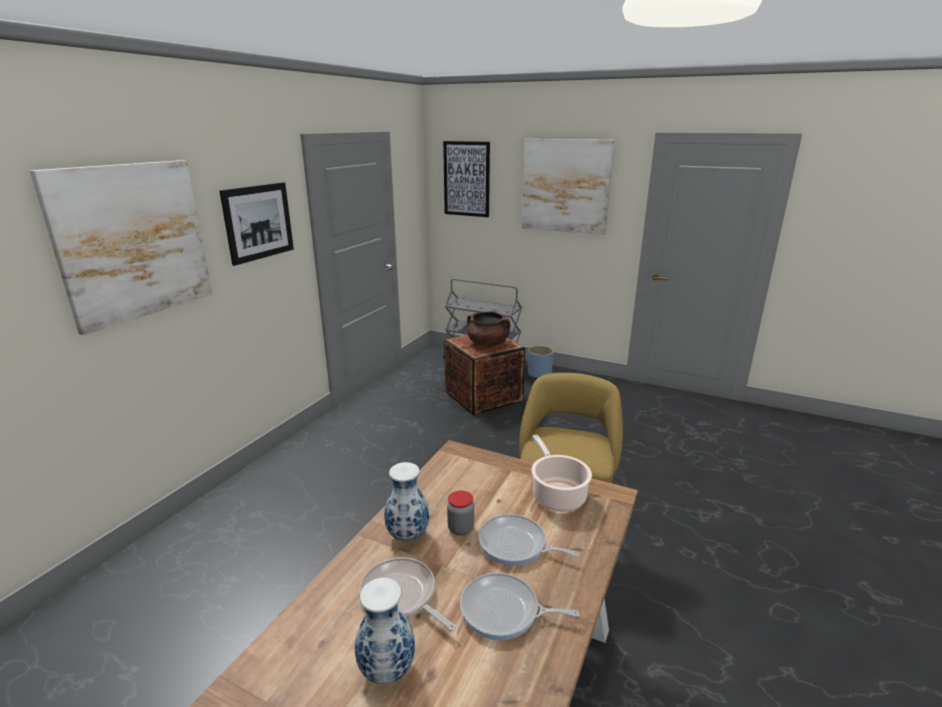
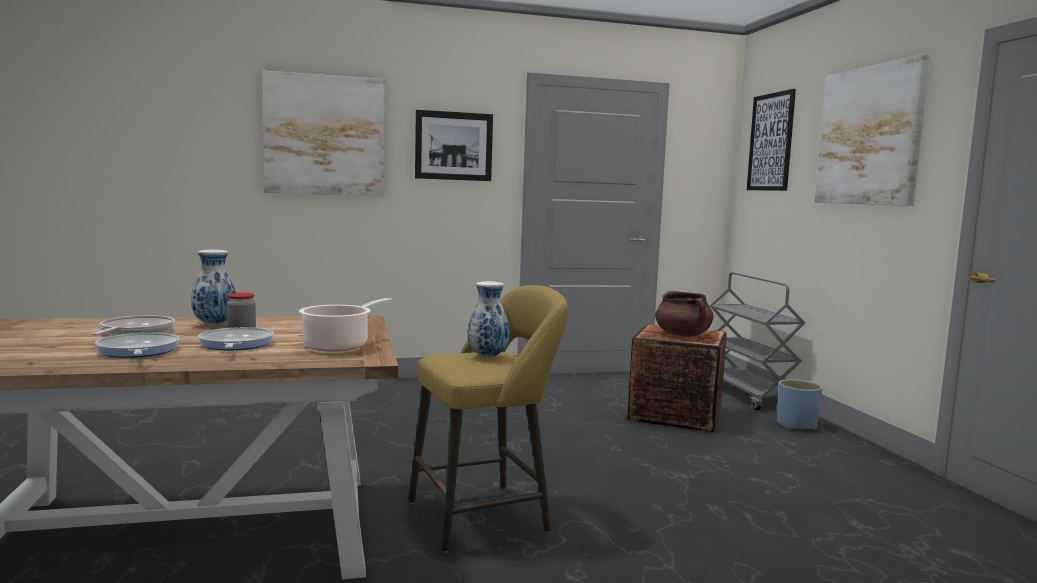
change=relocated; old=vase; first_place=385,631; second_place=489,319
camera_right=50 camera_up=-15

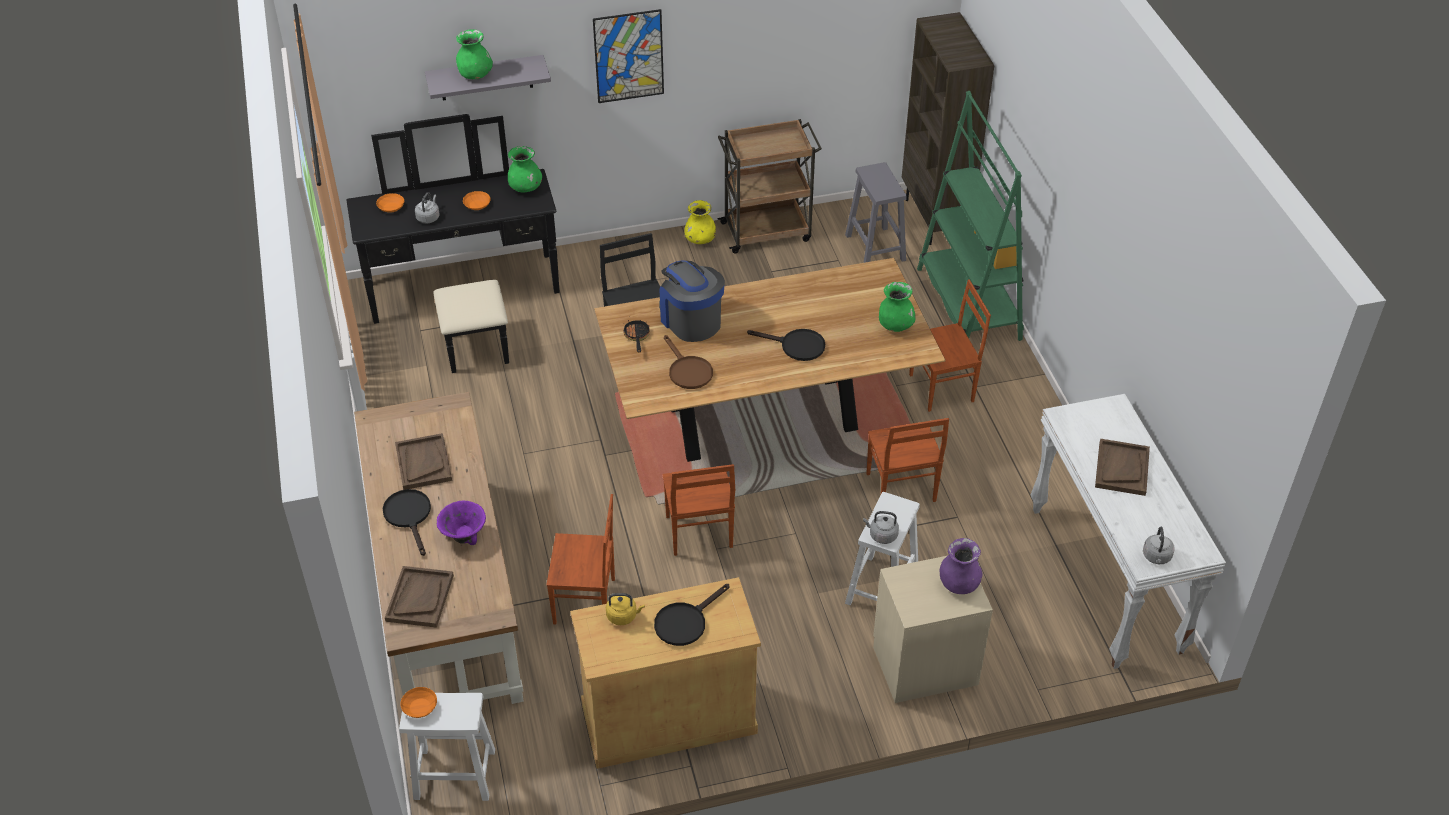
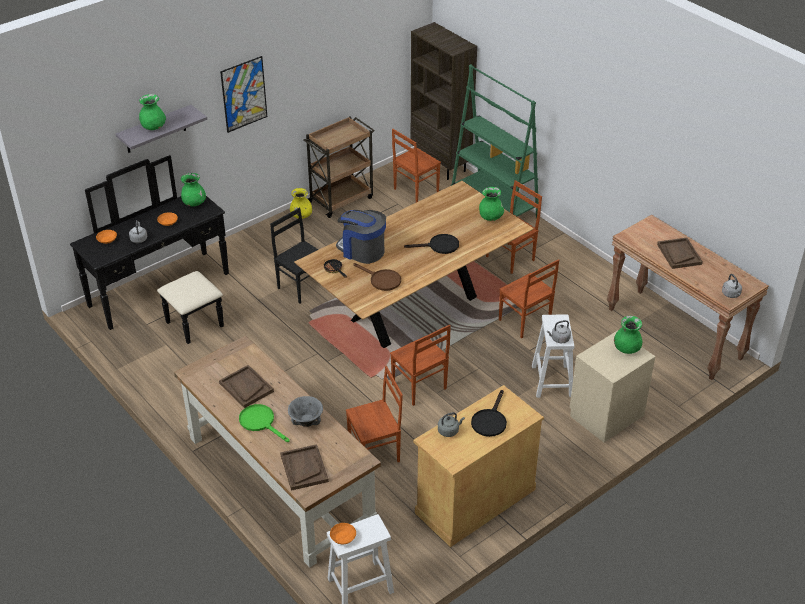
change=colour; old=frying pan/black; new=frying pan/green; first_place=407,522; second_place=264,423
change=colour; old=bowl/purple; new=bowl/grey; first_place=461,523; second_place=305,411
change=colour; old=kettle/yellow; new=kettle/grey; first_place=625,609; second_place=451,424
change=exchanged; old=stool/grey; new=chair/brown; first_place=876,212; second_place=416,165
change=colour; old=vase/purple; new=vase/green; first_place=961,566; second_place=628,335
change=colour; old=console table/white; new=console table/brown; first_place=1128,531; second_place=688,297
camera_right=-25 camera_up=-5

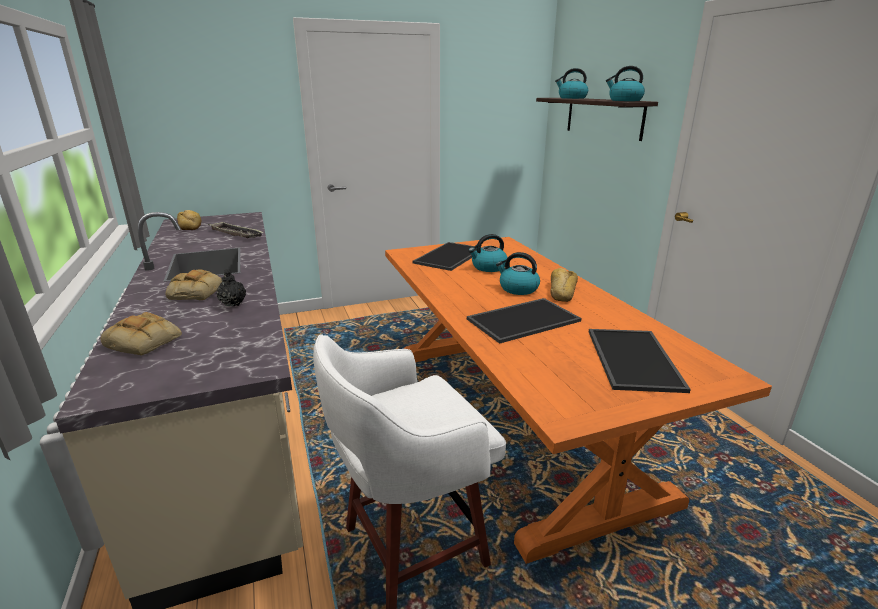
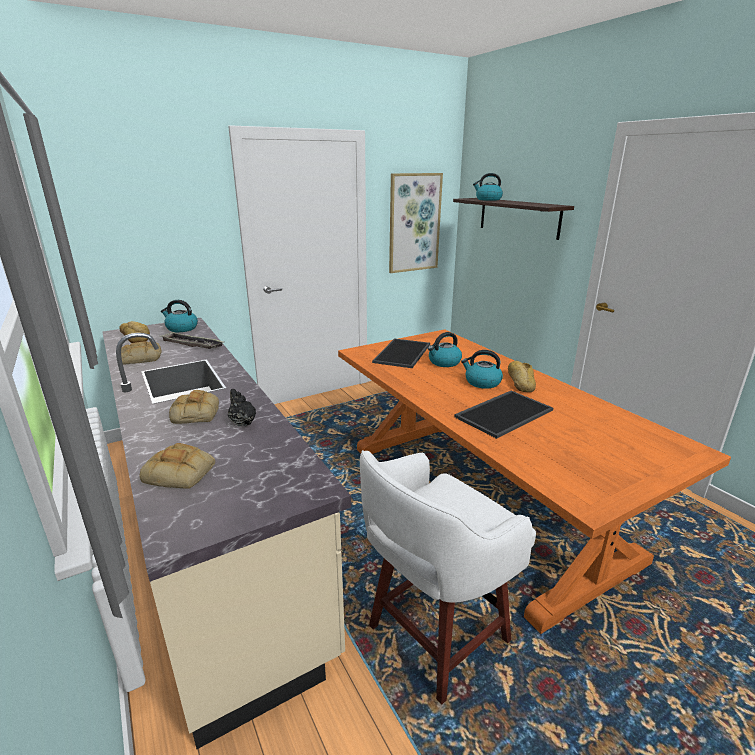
change=missing; old=tray; first_place=640,361
change=relocated; old=kettle; first_place=625,83; second_place=179,316
change=appeared; new=bread; second_place=141,352
change=appeared; new=picture; second_place=416,223
camera_right=-10 camera_up=0

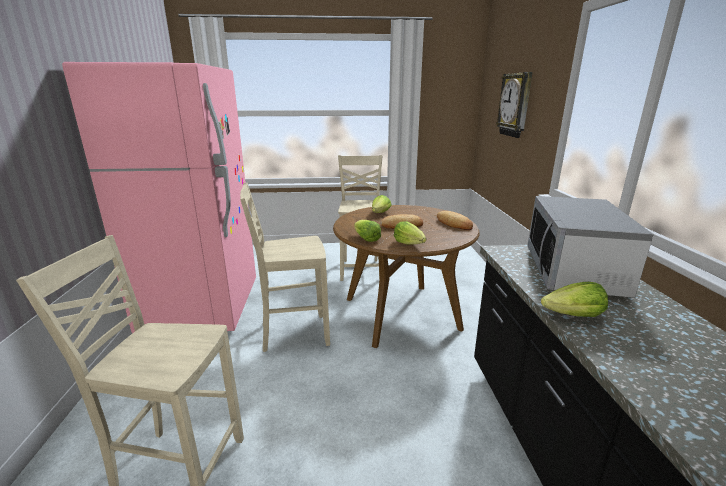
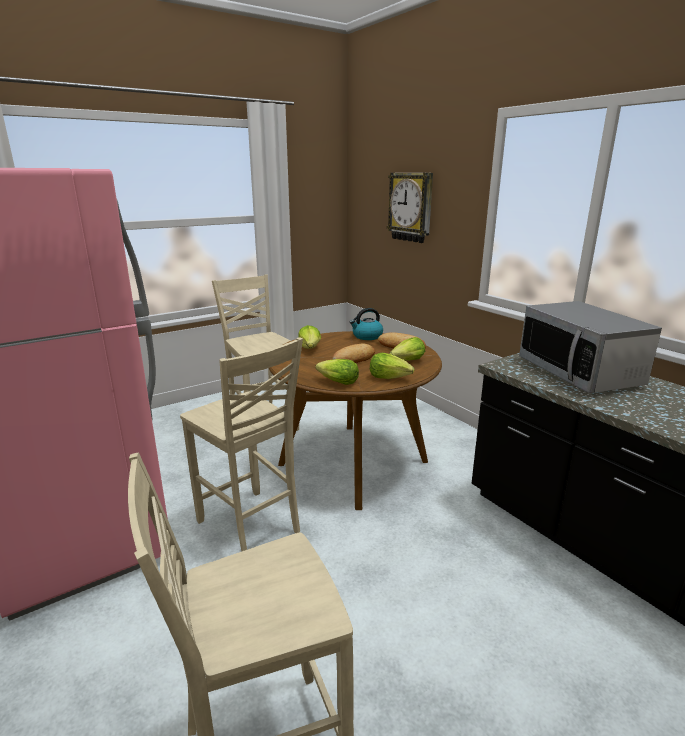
change=spun; old=chair/beige; first_place=285,267; second_place=241,444; degrees=-90
change=relocated; old=lettuce; first_place=574,299; second_place=407,349
change=appeared; new=kettle; second_place=366,324
camera_right=-30 camera_up=0

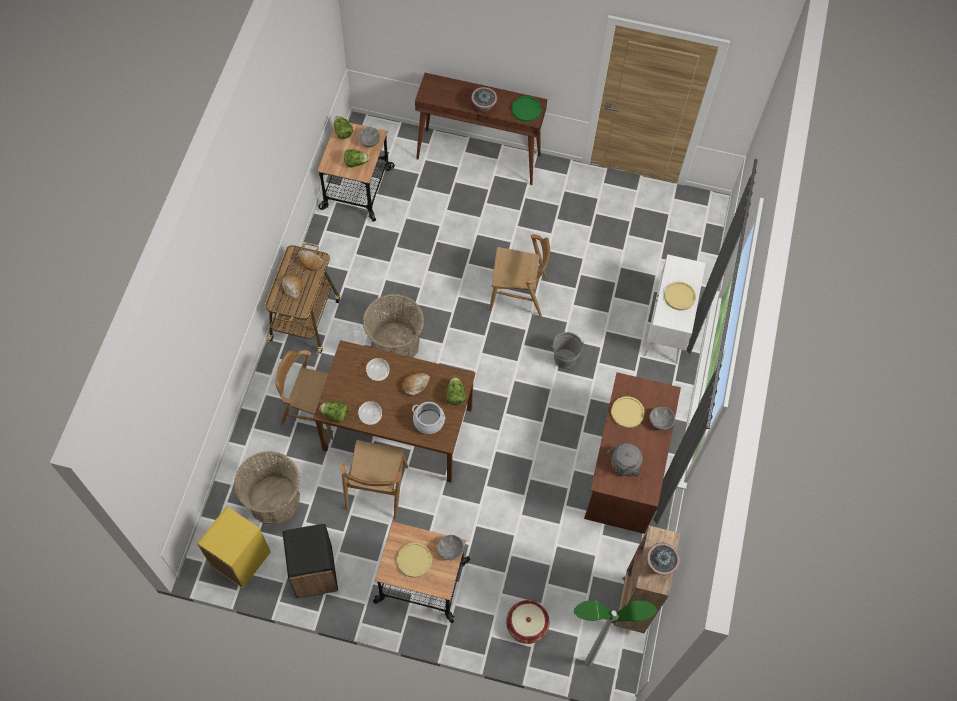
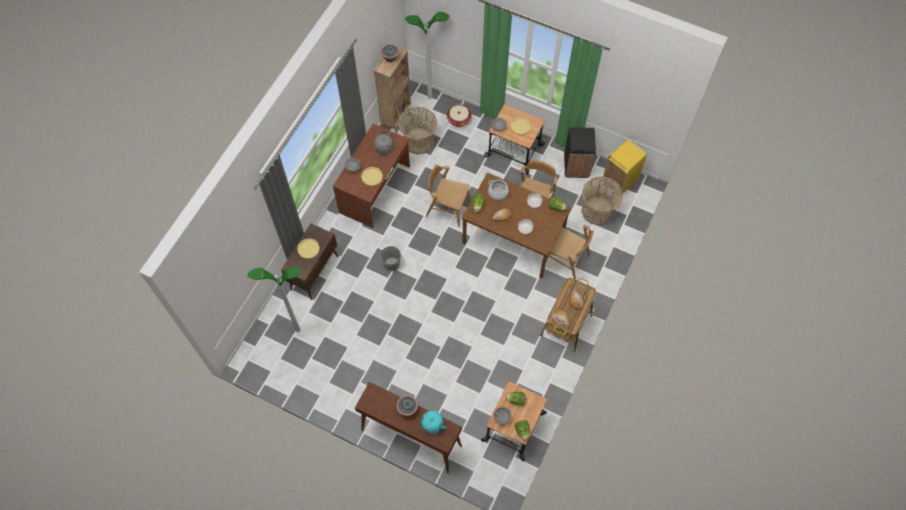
change=relocated; old=basket; first_place=393,326; second_place=417,131
change=relocated; old=chair/brown; first_place=519,275; second_place=448,196
change=missing; old=plate/green; first_place=526,109
change=colour; old=cabinet/white; new=cabinet/brown; first_place=675,309; second_place=309,261
change=appeared; new=floor lamp; second_place=274,299
change=appeared; new=kettle/turquoise; second_place=432,423
camera_right=-165 camera_up=0

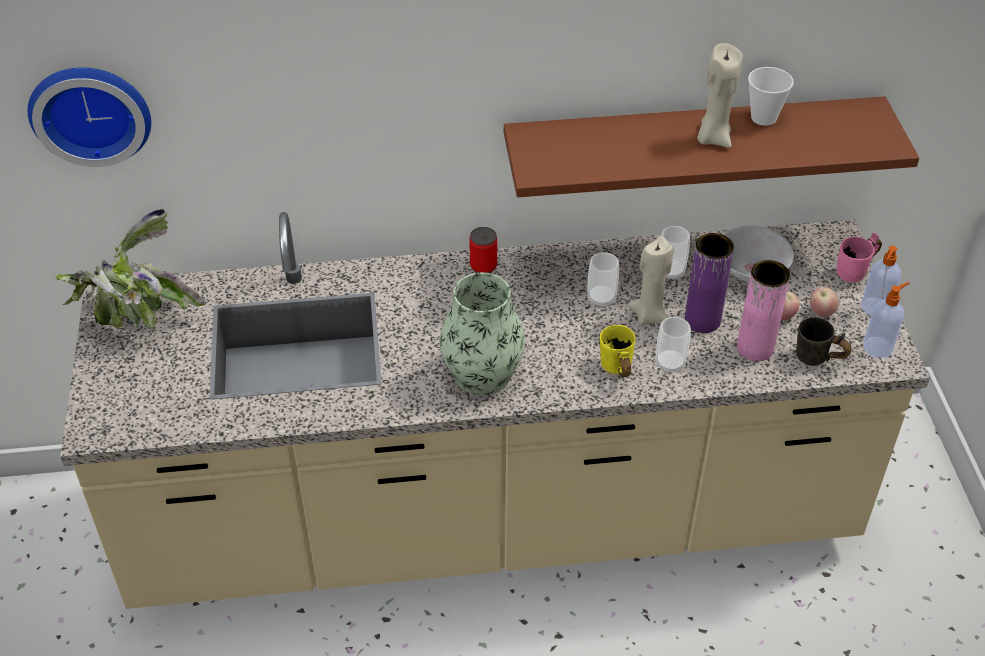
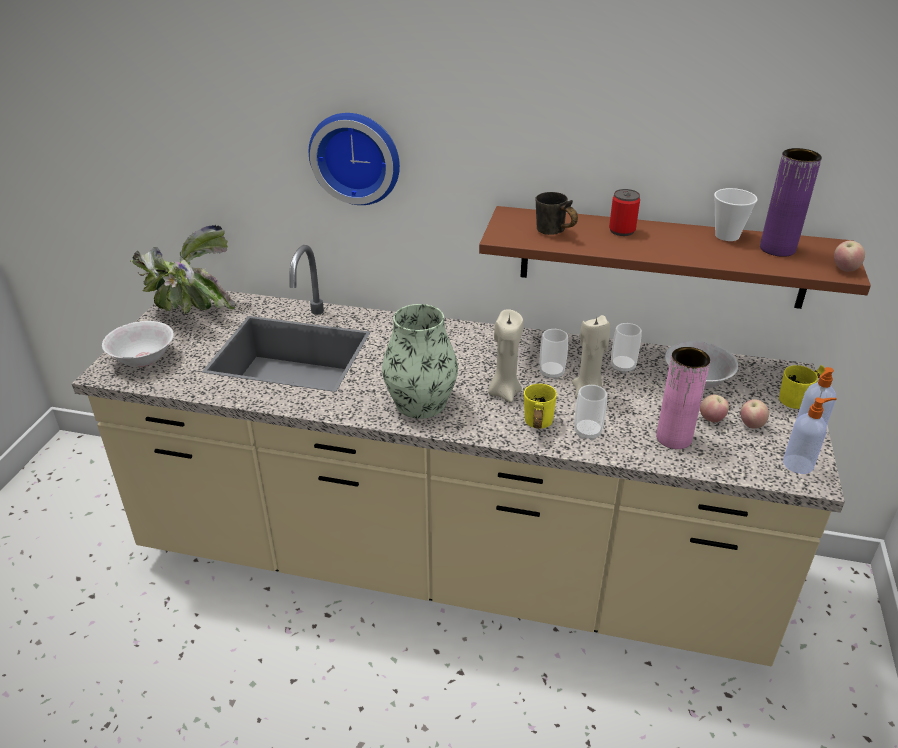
change=relocated; old=wall clock; first_place=89,117; second_place=354,159
change=relocated; old=can; first_place=483,250; second_place=624,212
change=relocated; old=vase/purple; first_place=709,283; second_place=791,202
change=relocated; old=candle/beige; first_place=720,95; second_place=505,356
change=relocated; old=mug/grey; first_place=823,341; second_place=557,213
change=colour; old=mug/pink; new=mug/yellow; first_place=859,257; second_place=802,387
change=appeared; new=bowl/white; second_place=138,344
change=appeared; new=apple; second_place=849,256
camera_right=20 camera_up=-10

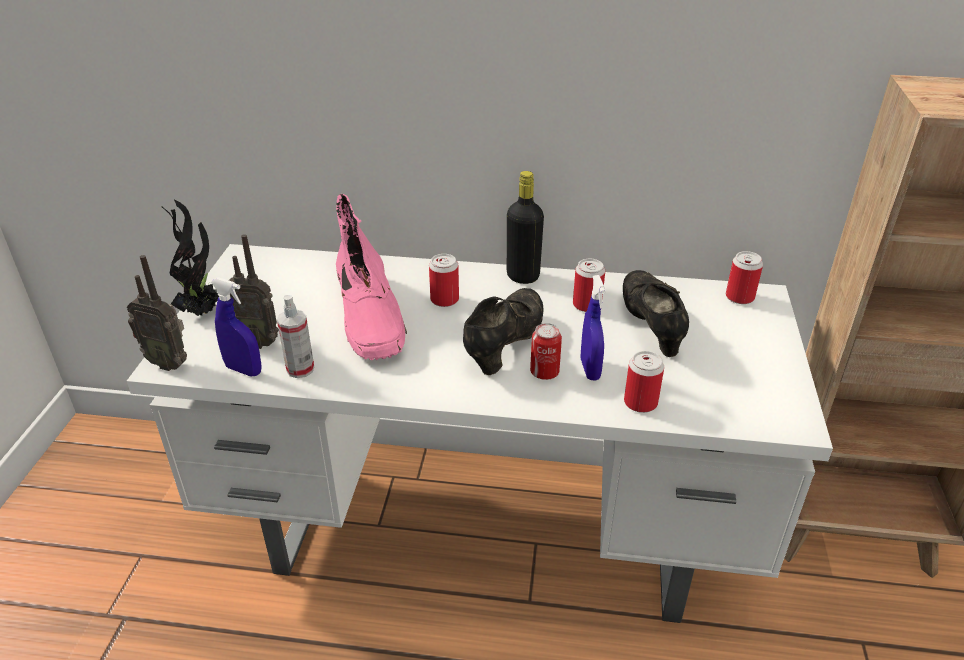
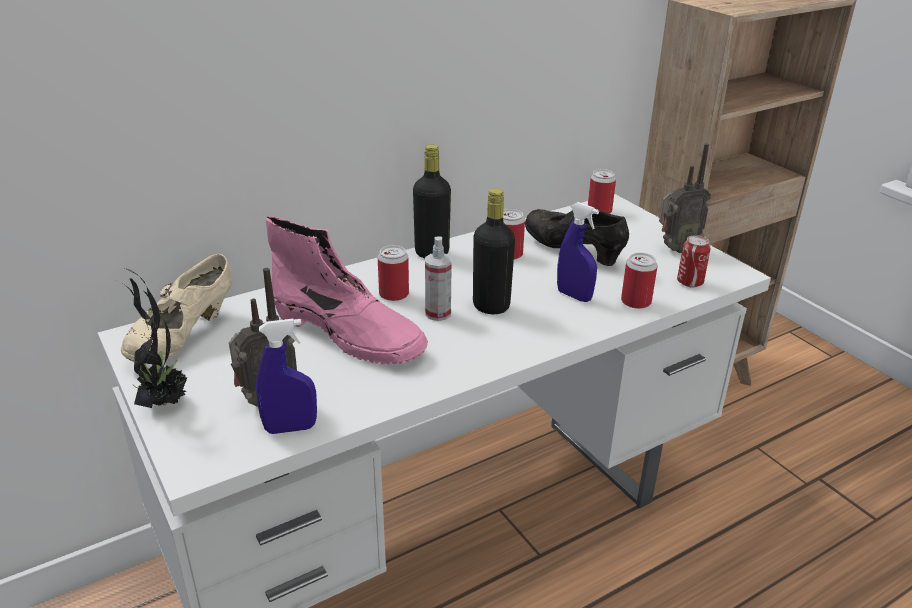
change=relocated; old=radio; first_place=157,313; second_place=685,198
change=relocated; old=spray bottle; first_place=295,336; second_place=438,278
change=exchanged; old=shoe/black; new=bottle/black; first_place=503,331; second_place=494,251
change=relocated; old=can; first_place=546,351; second_place=694,261
change=appeared; new=shoe/beige; second_place=176,307
camera_right=-40 camera_up=-5

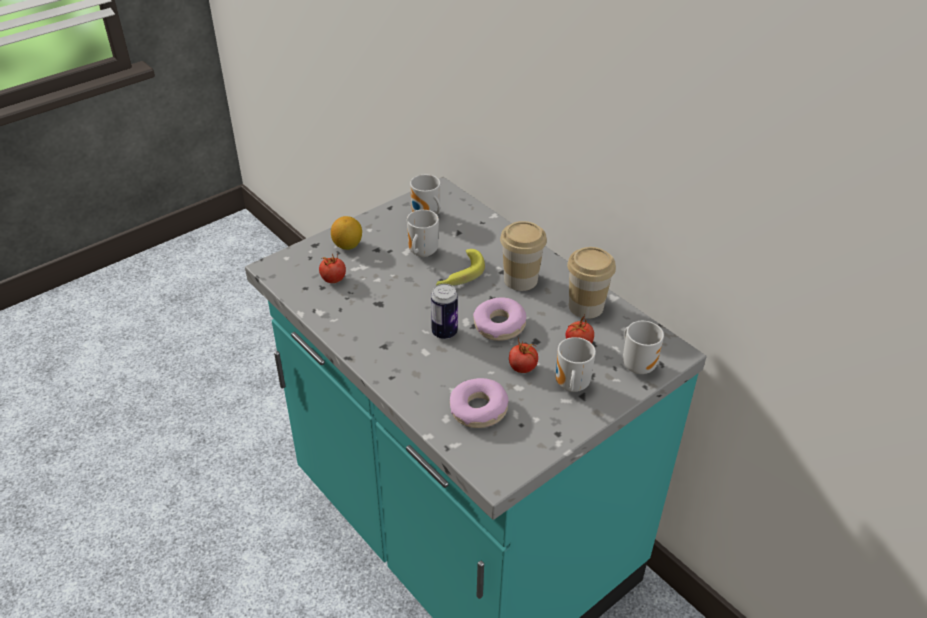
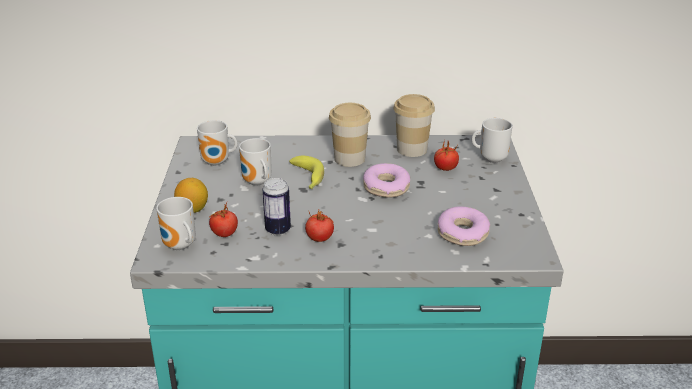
change=relocated; old=can; first_place=444,311; second_place=277,206
change=relocated; old=tomato; first_place=523,355; second_place=319,226
change=relocated; old=mug; first_place=576,364; second_place=176,223
camera_right=-50 camera_up=-10

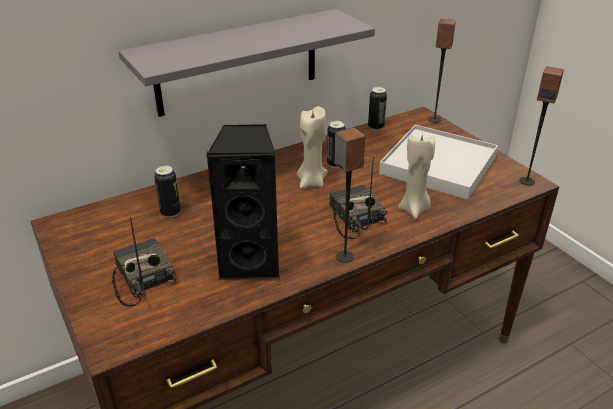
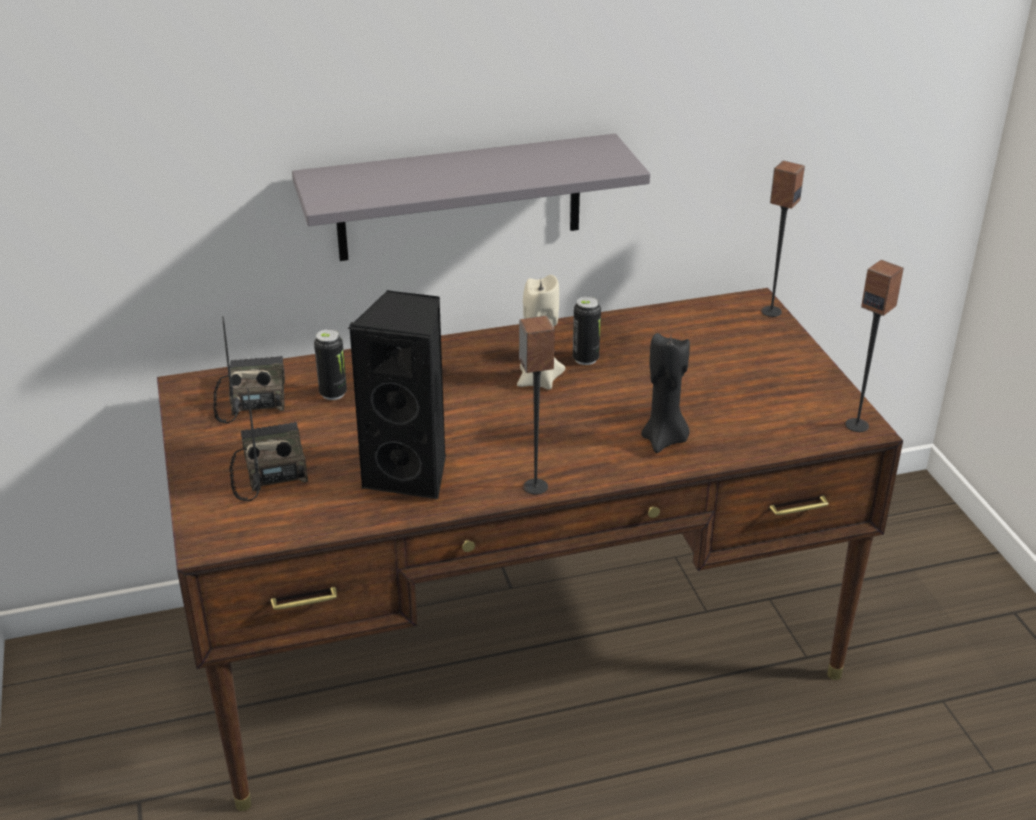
change=relocated; old=radio; first_place=358,197; second_place=249,369
change=missing; old=can; first_place=377,109
change=missing; old=tray/white; first_place=438,162
change=colour; old=candle/beige; new=candle/black; first_place=416,176; second_place=665,393
camera_right=15 camera_up=0

